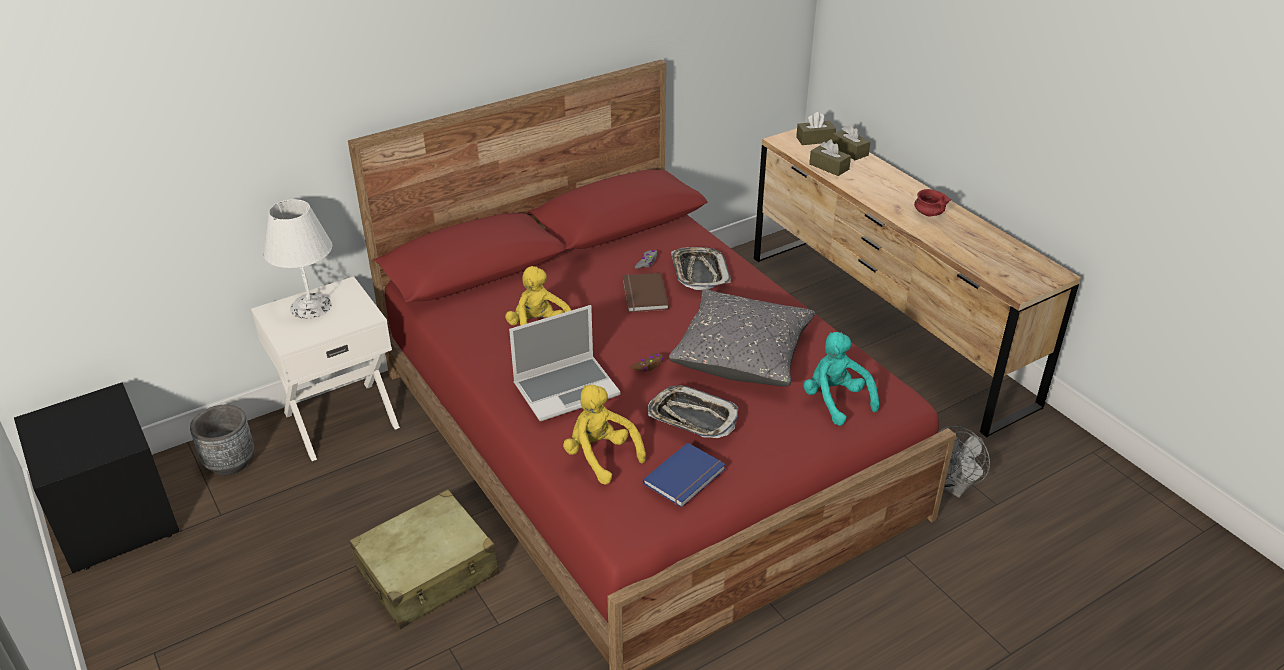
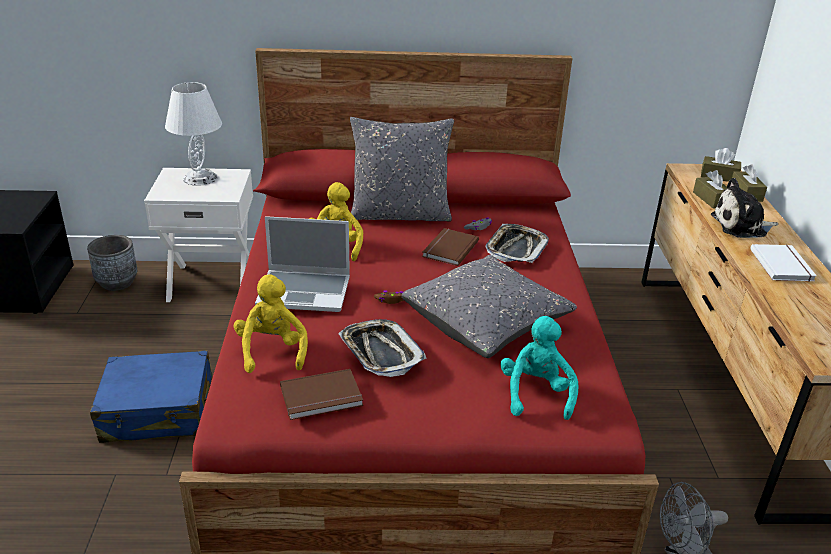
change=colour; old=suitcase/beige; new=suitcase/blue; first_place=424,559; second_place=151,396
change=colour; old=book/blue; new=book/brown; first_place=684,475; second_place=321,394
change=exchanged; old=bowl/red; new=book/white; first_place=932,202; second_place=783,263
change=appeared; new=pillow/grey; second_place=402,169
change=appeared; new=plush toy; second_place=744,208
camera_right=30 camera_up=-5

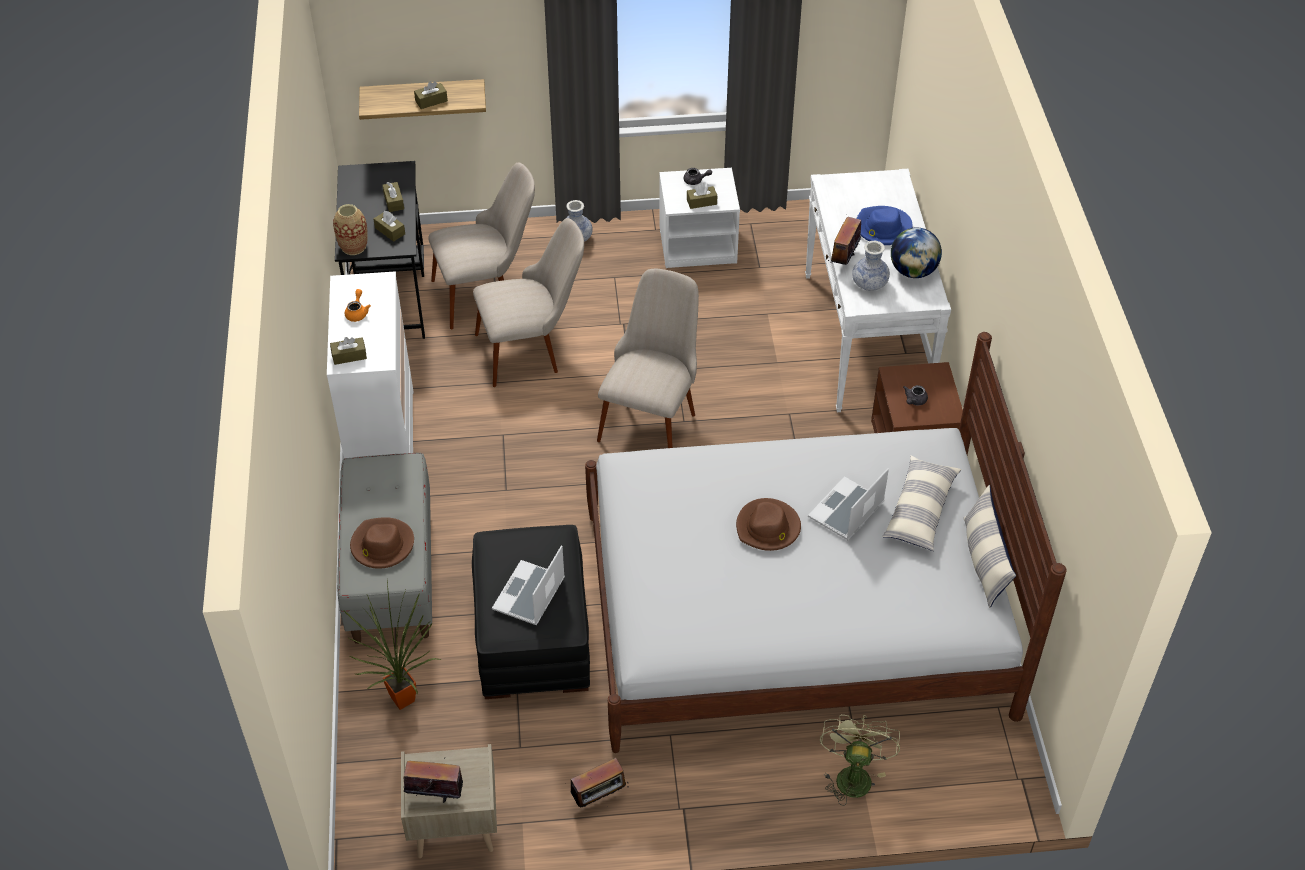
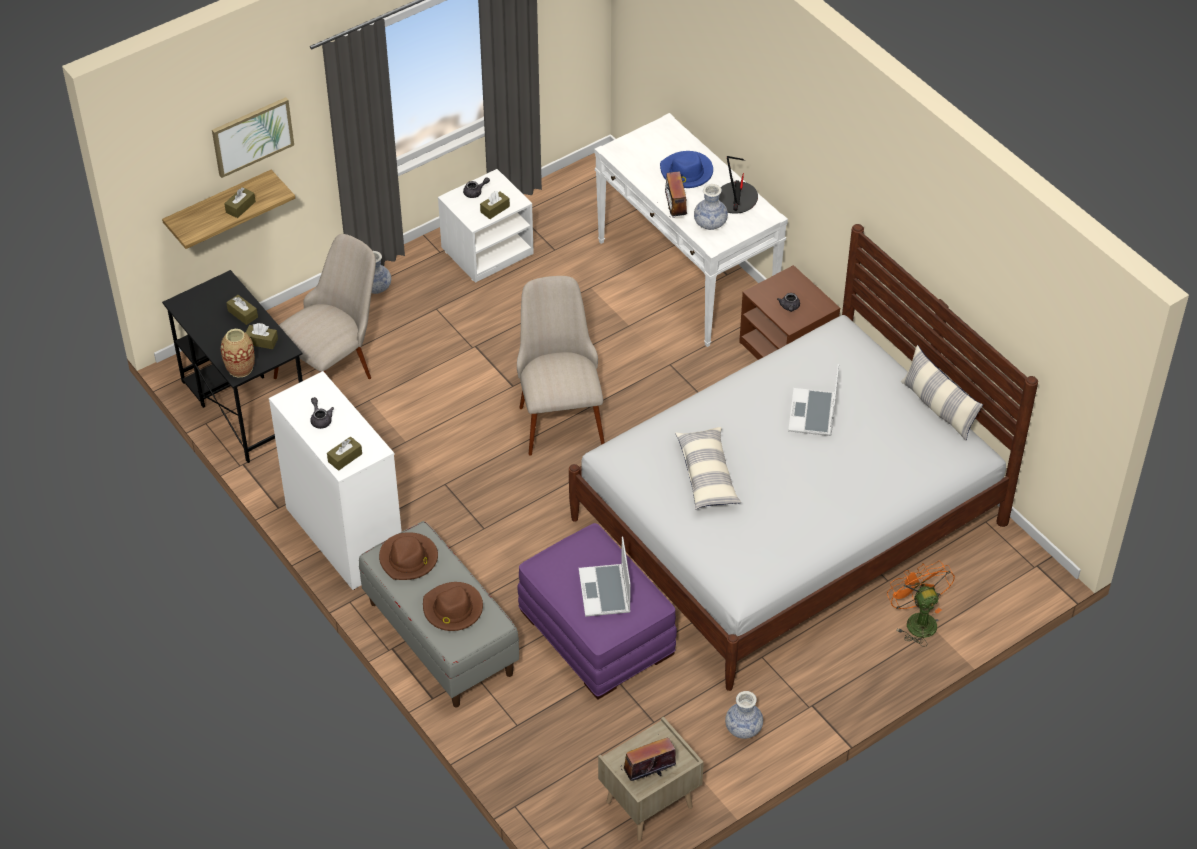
change=missing; old=potted plant; first_place=392,645
change=colour; old=teapot/orange; new=teapot/grey; first_place=358,305; second_place=322,413
change=colour; old=ottoman/black; new=ottoman/purple; first_place=531,612; second_place=597,611
change=missing; old=chair/beige; first_place=528,302
change=exchanged; old=radio; new=vase; first_place=600,782; second_place=744,715
change=relocated; old=hat/brown; first_place=768,524; second_place=408,556
change=colour; old=fan/green; new=fan/orange; first_place=860,760; second_place=921,603
change=relocated; old=pillow; first_place=921,503; second_place=708,468
change=exchanged; old=globe; new=table lamp; first_place=916,253; second_place=738,185
change=appeared; new=picture; second_place=253,137
camera_right=-30 camera_up=0

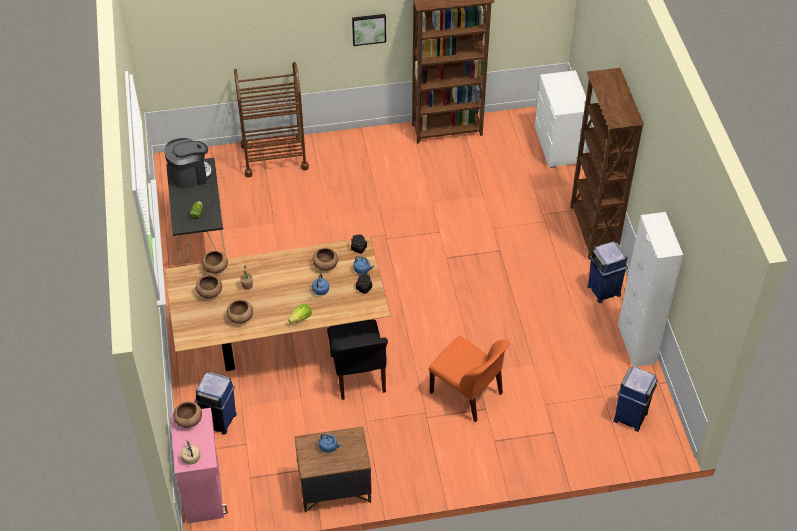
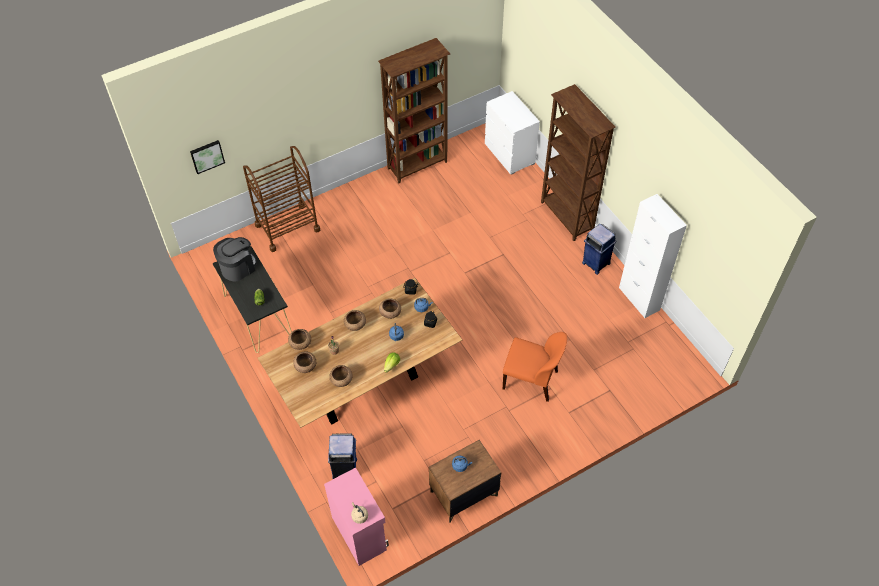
change=relocated; old=bowl/brown; first_place=187,414; second_place=355,320
change=missing; old=chair/black; first_place=357,360
change=relocated; old=picture; first_place=369,30; second_place=207,157
change=missing; old=trash can/blue; first_place=635,399
camera_right=-20 camera_up=5

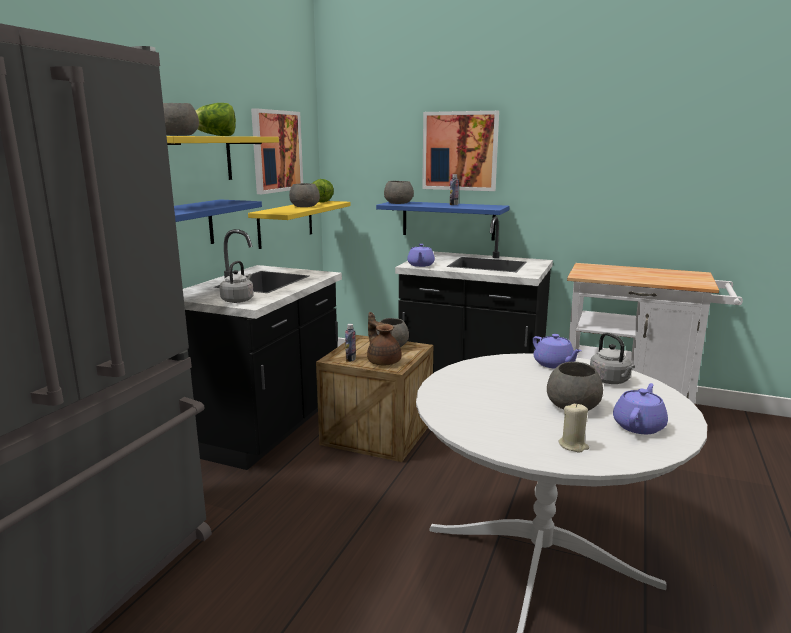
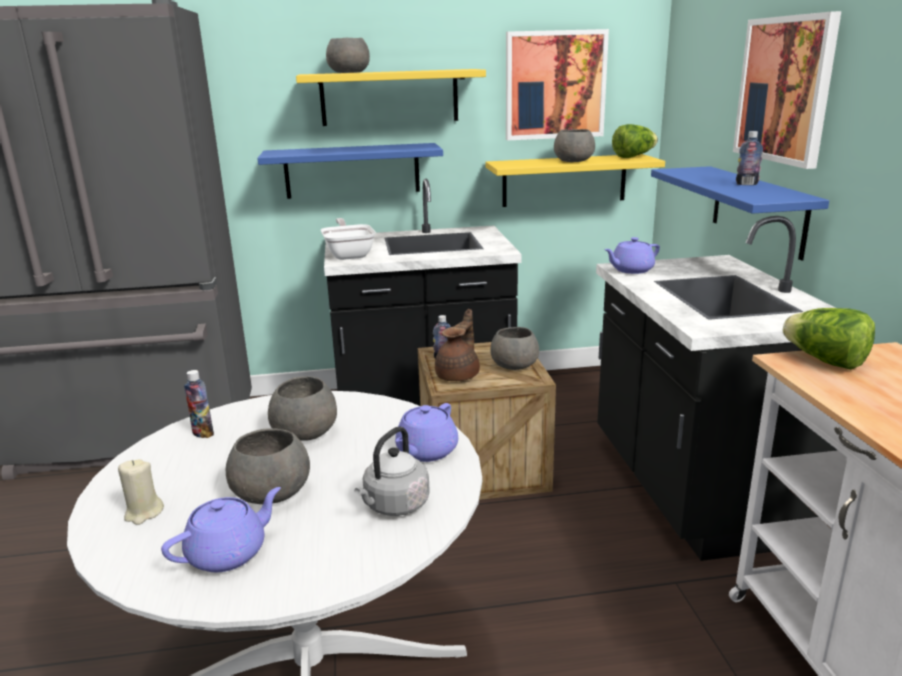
change=relocated; old=lettuce; first_place=215,119; second_place=829,339
change=exchanged; old=kettle/grey; new=frying pan; first_place=236,282; second_place=348,239
change=relocated; old=bowl/grey; first_place=399,192; second_place=302,408
change=spun; old=teapot/purple; first_place=640,408; second_place=221,529; degrees=-45
change=appeared; new=bottle; second_place=199,404
camera_right=60 camera_up=5

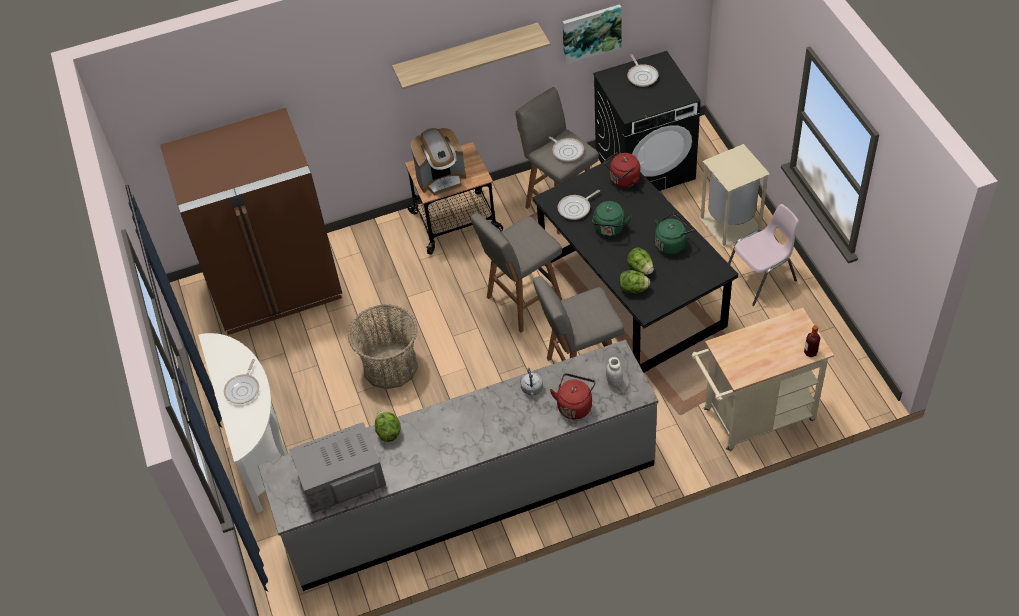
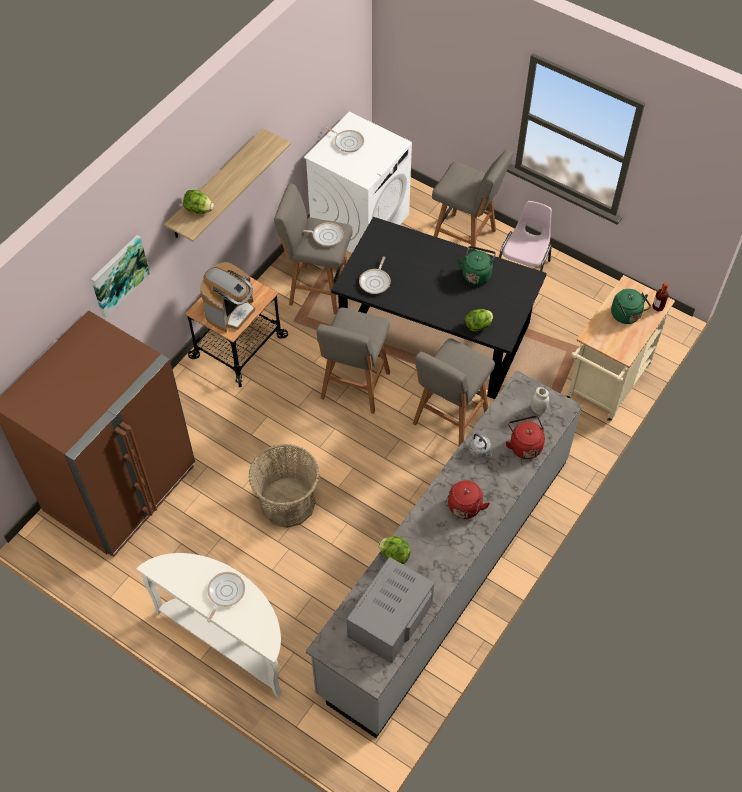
change=spun; old=frying pan; first_place=241,381; second_place=226,597; degrees=-135
change=relocated; old=picture; first_place=592,34; second_place=120,276
change=relocated; old=kettle/green; first_place=612,219; second_place=631,306
change=colour; old=washing machine/black; new=washing machine/white; first_place=647,121; second_place=358,182
change=relocated; old=kettle/red; first_place=622,170; second_place=467,499
change=relocated; old=lettuce; first_place=640,261; second_place=198,202
change=exchanged; old=trash can/beige; new=stool/grey; first_place=734,195; second_place=472,200
camera_right=-40 camera_up=5

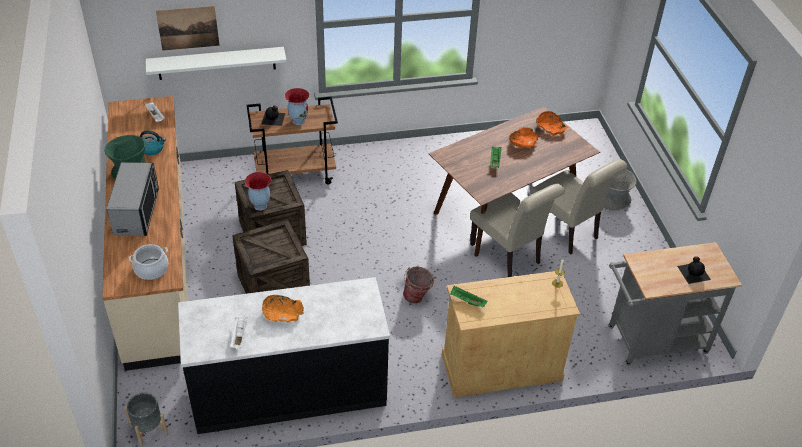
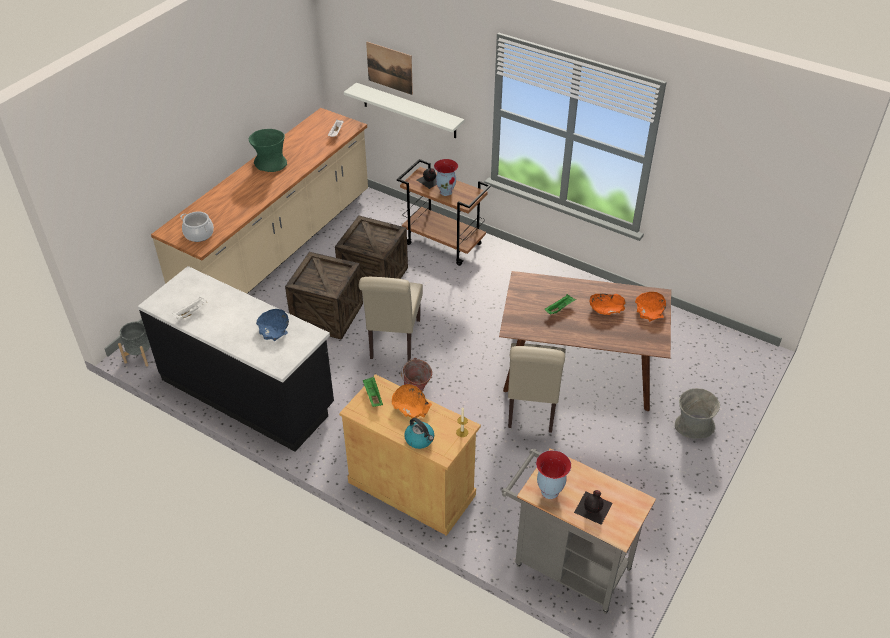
change=missing; old=microwave; first_place=132,199
change=relocated; old=kettle; first_place=153,142; second_place=419,433
change=relocated; old=vase; first_place=258,191; second_place=553,474
change=relocated; old=bowl/orange; first_place=283,309; second_place=412,401
change=relocated; old=chair/beige; first_place=578,207; second_place=391,319
change=appeared; new=bowl/blue; second_place=272,325
camera_right=45 camera_up=0

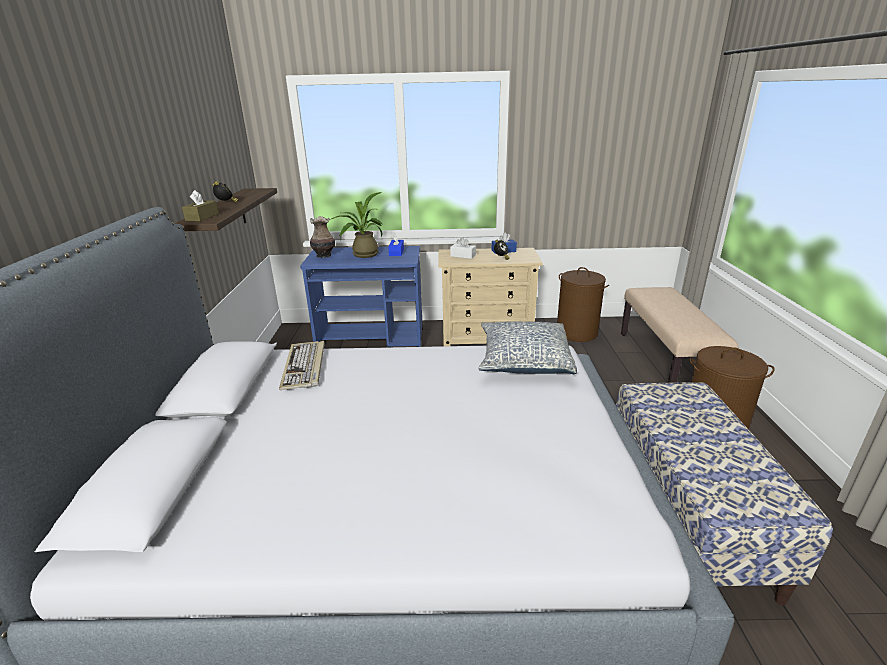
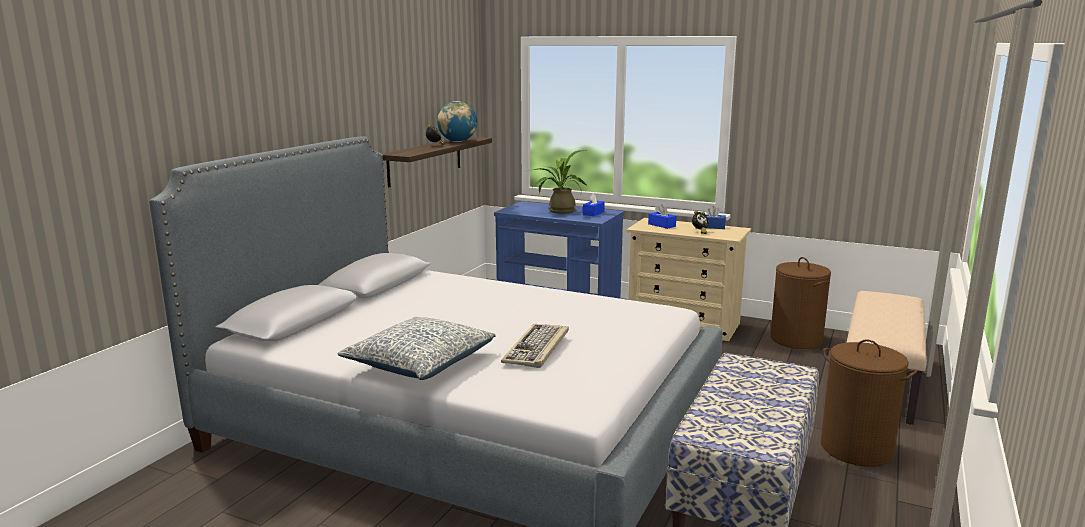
change=missing; old=tissue box/brown; first_place=200,205
change=relocated; old=keyboard; first_place=302,365; second_place=535,346
change=missing; old=vase; first_place=322,237
change=colour; old=tissue box/white; new=tissue box/blue; first_place=463,248; second_place=662,216
change=relocated; old=pillow; first_place=527,347; second_place=416,348
change=appeared; new=globe; second_place=457,121
camera_right=25 camera_up=-10

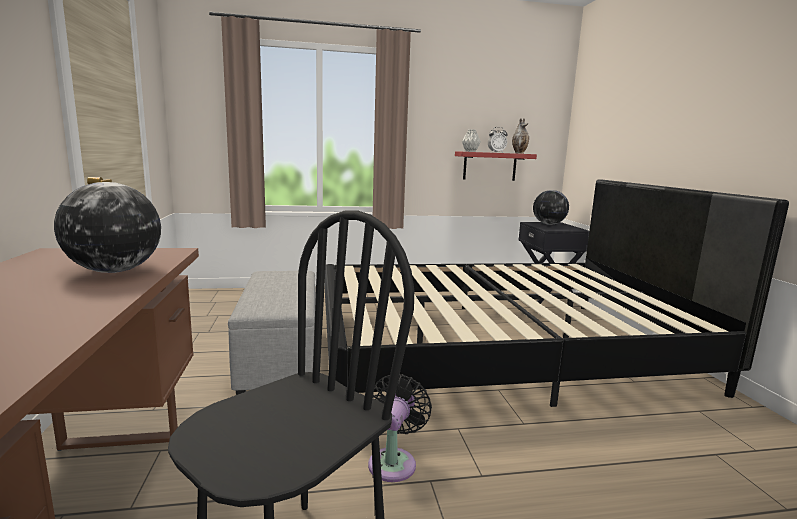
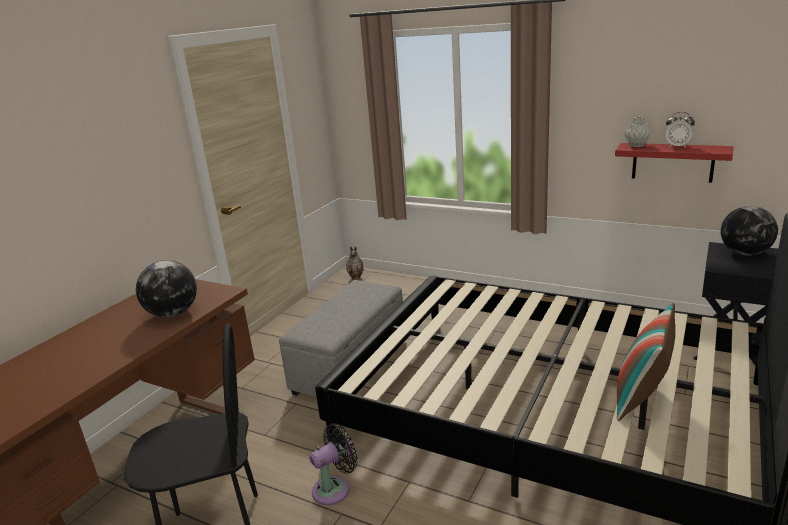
change=relocated; old=vase; first_place=520,136; second_place=354,263
change=appeared; new=pillow; second_place=646,362
camera_right=40 camera_up=10

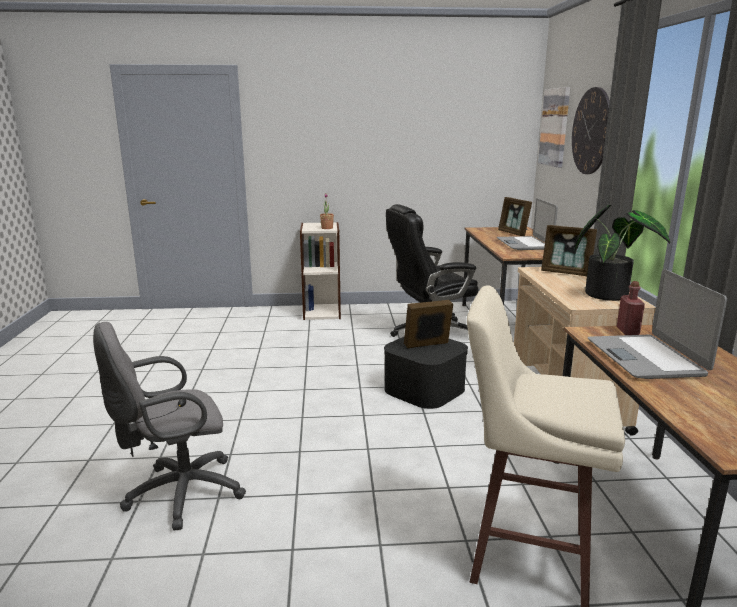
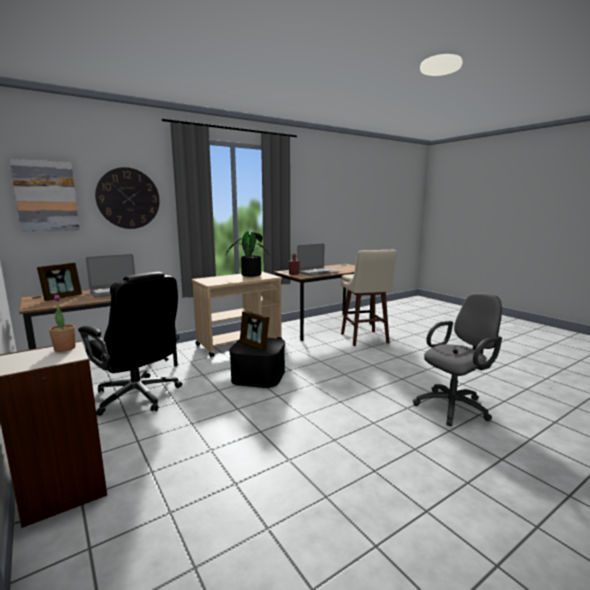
change=spun; old=office chair/grey; first_place=169,426; second_place=457,359; degrees=-60
change=missing; old=picture frame; first_place=569,250
camera_right=-120 camera_up=-5

